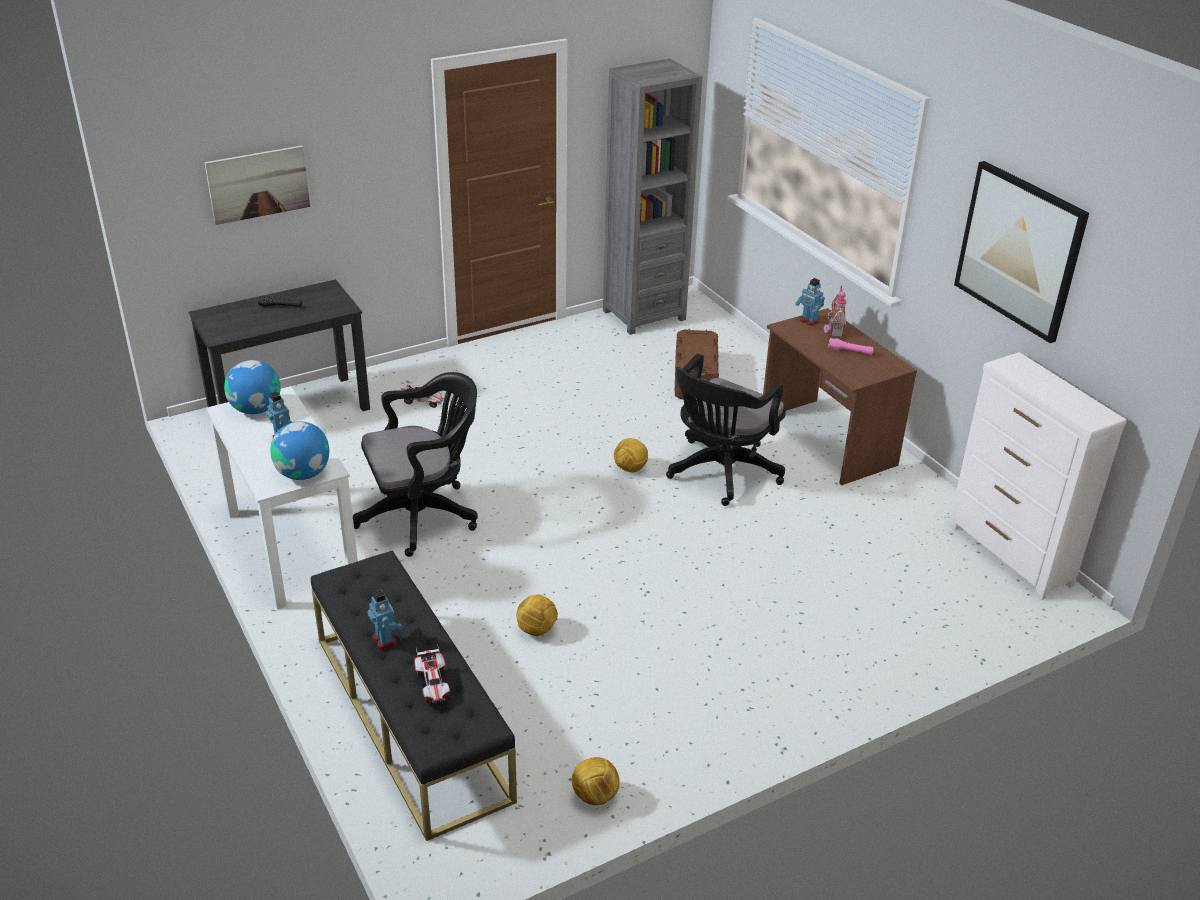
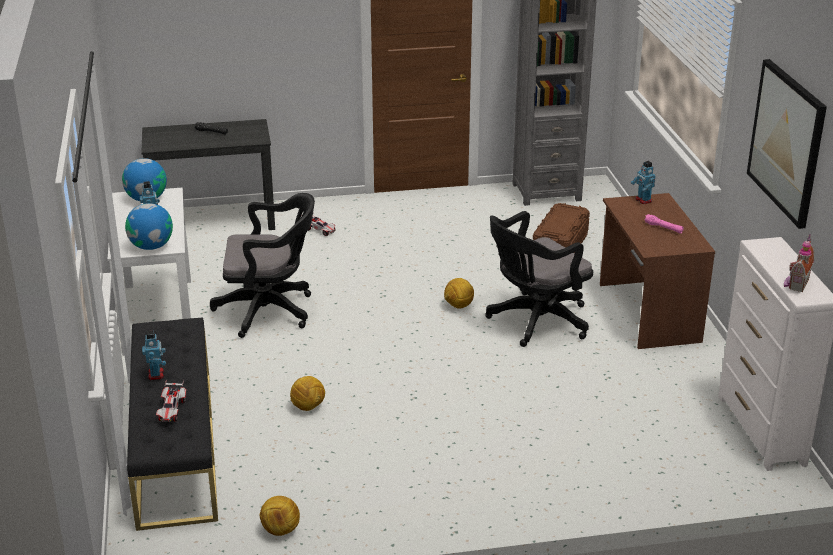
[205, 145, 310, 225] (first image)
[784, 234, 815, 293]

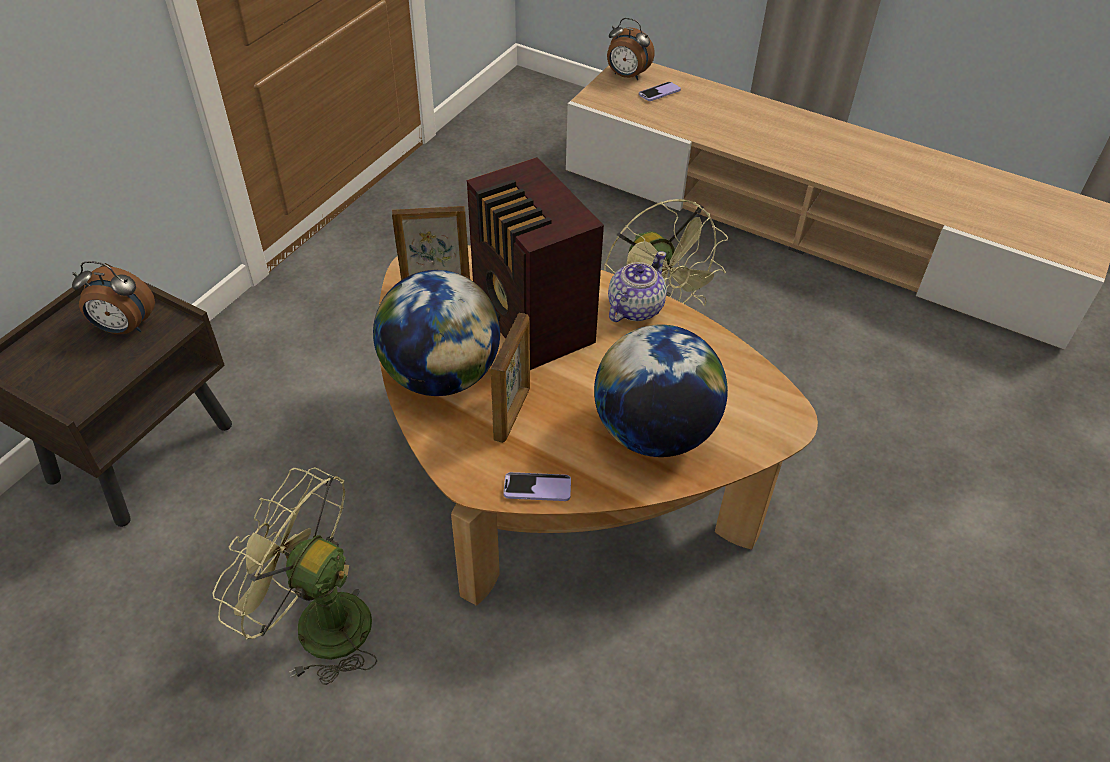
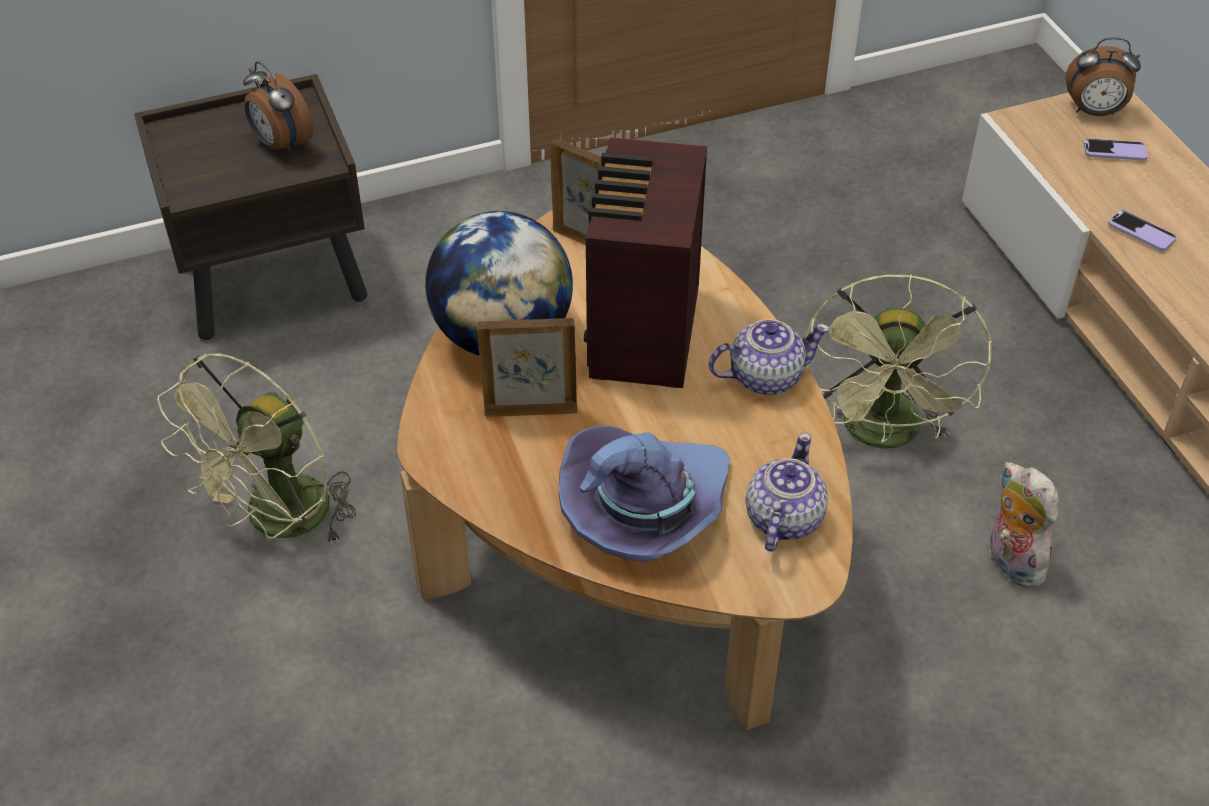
[746, 433, 828, 552]
[990, 462, 1059, 587]
[1108, 210, 1177, 251]
[559, 426, 730, 562]
[157, 354, 356, 545]
[477, 318, 577, 417]
[1065, 37, 1141, 116]

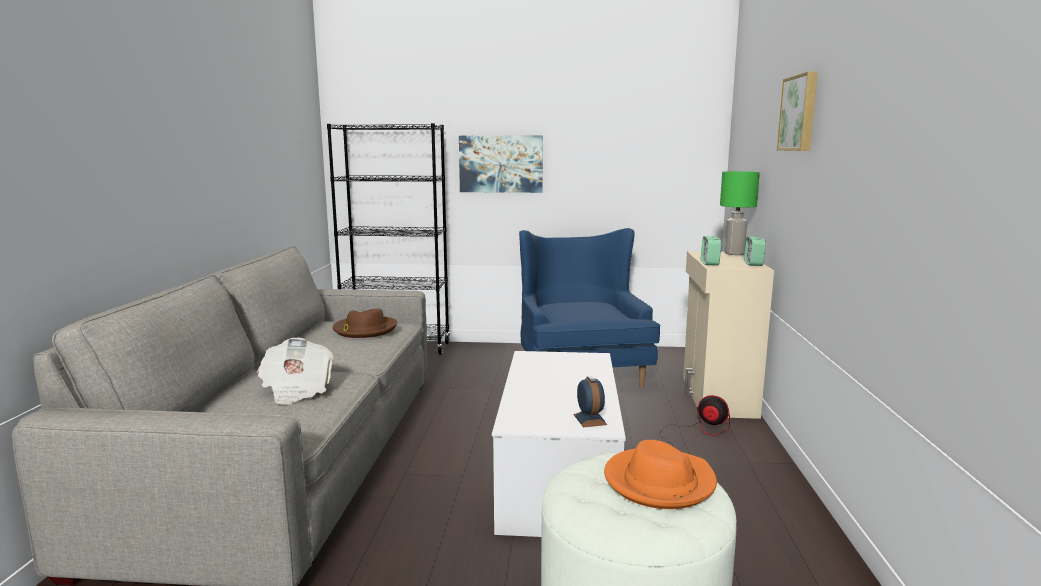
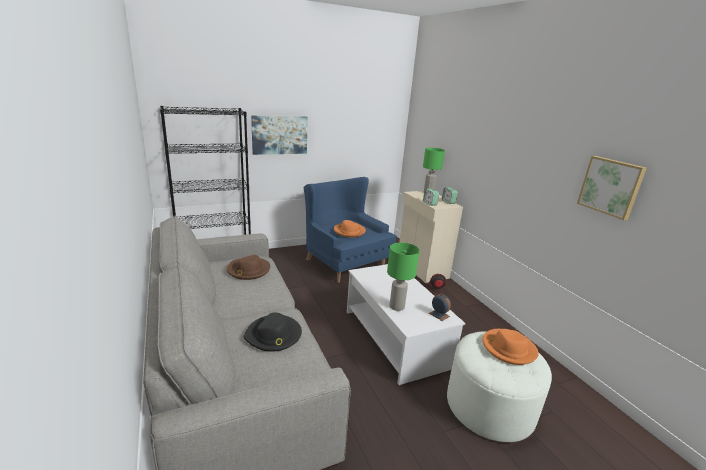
[334, 220, 366, 237]
[387, 243, 420, 311]
[577, 156, 647, 220]
[244, 312, 302, 352]

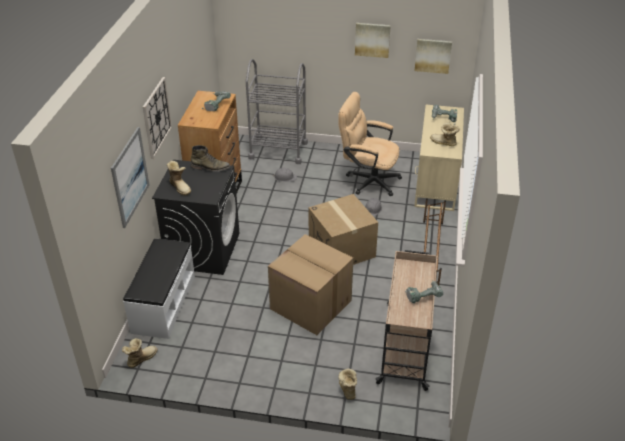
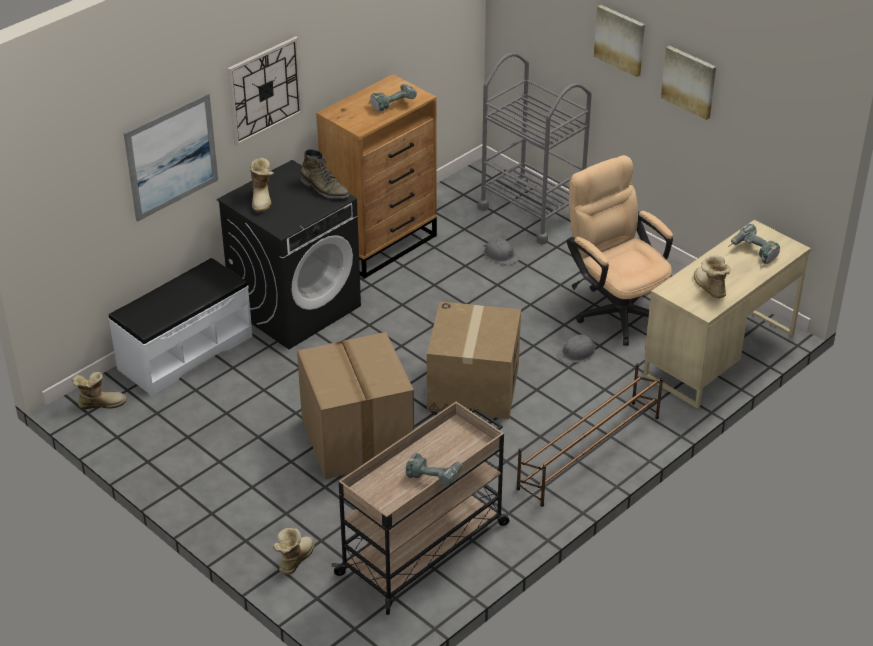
[594, 5, 645, 77]

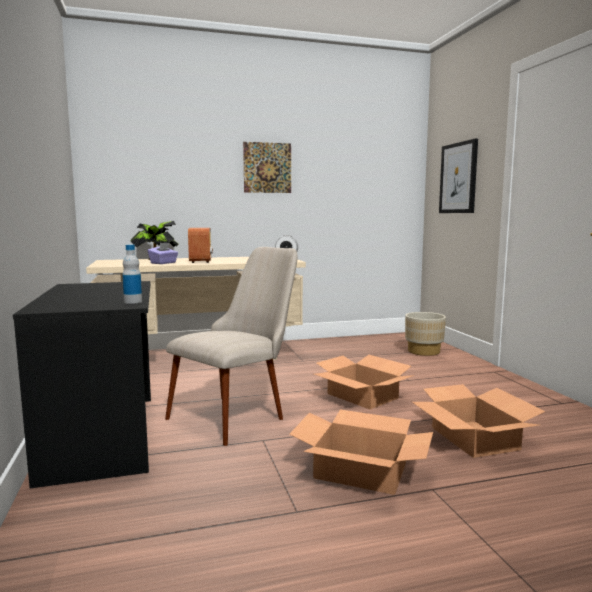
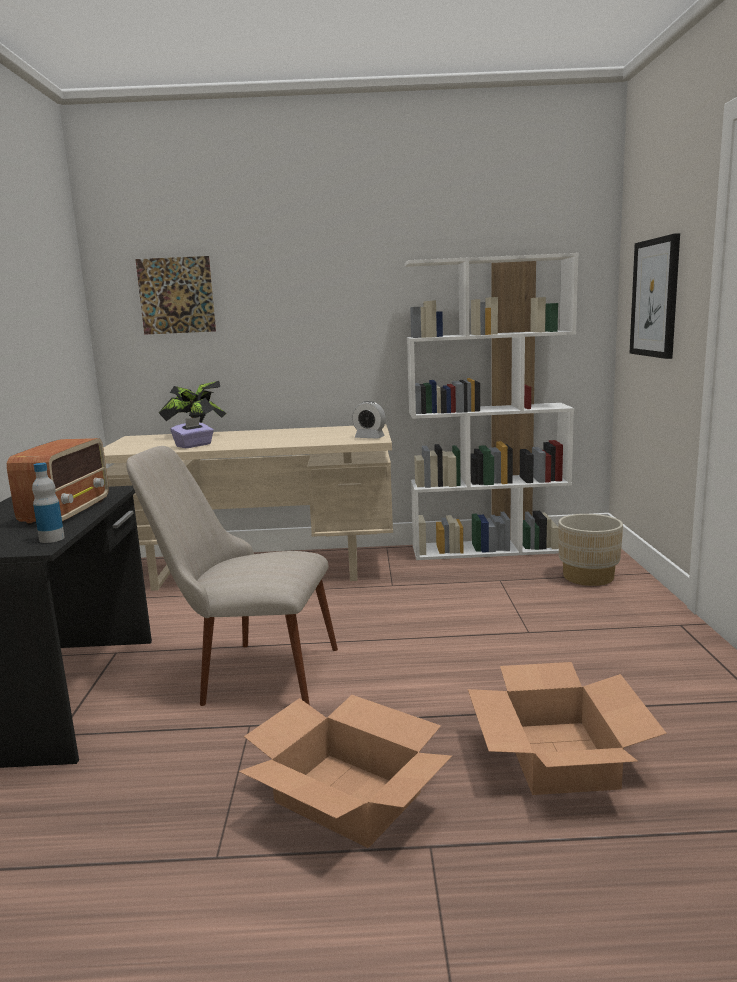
[314, 355, 415, 410] (first image)
[405, 253, 579, 560]
[7, 438, 109, 525]
[135, 256, 216, 335]
[126, 446, 338, 706]

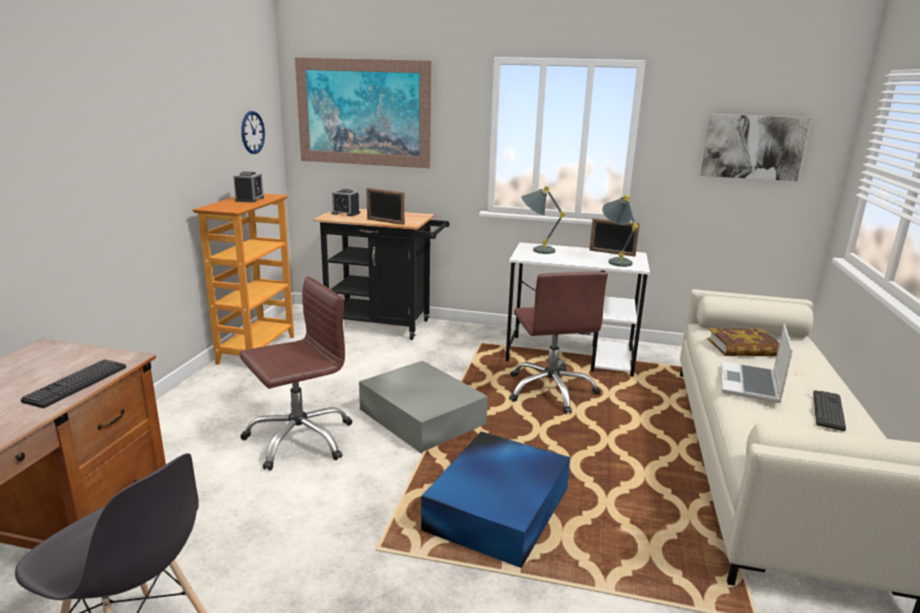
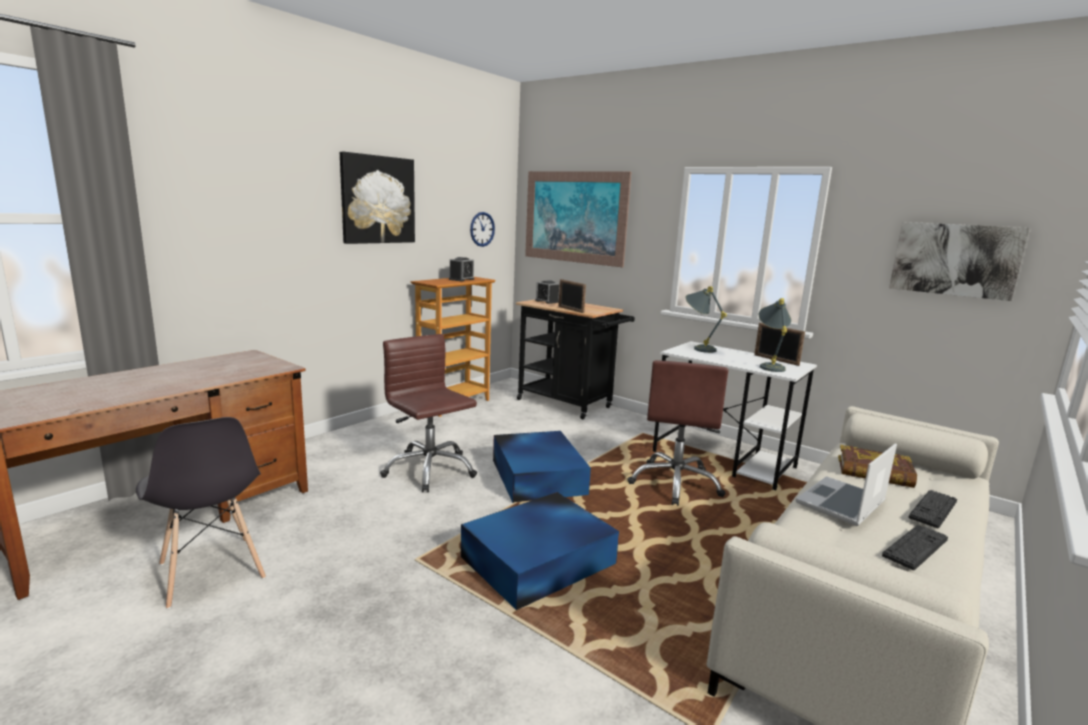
[340, 152, 415, 244]
[908, 490, 957, 528]
[493, 431, 591, 503]
[380, 334, 477, 492]

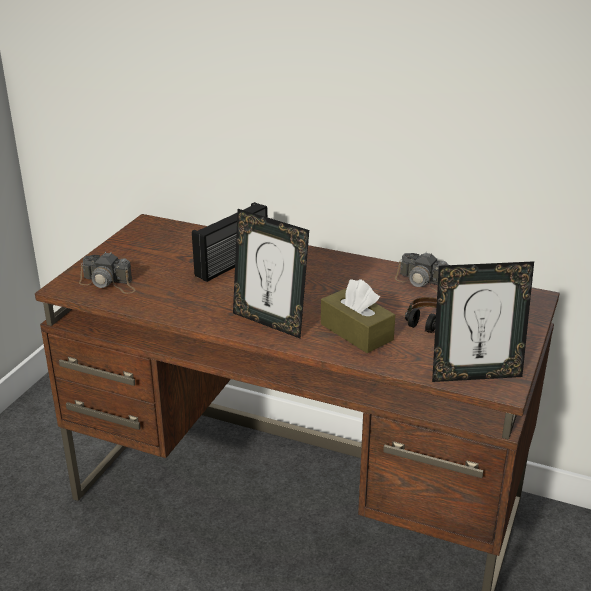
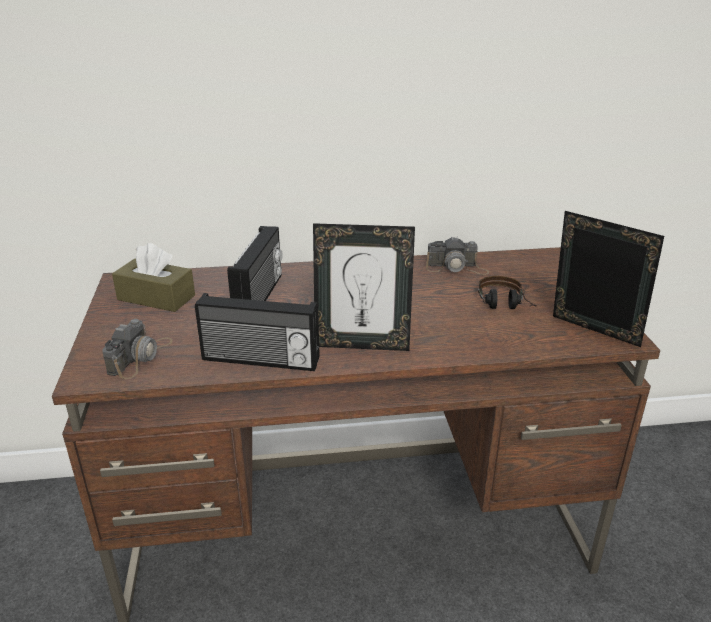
[195, 293, 320, 371]
[112, 243, 195, 312]
[102, 319, 173, 379]
[553, 211, 664, 347]

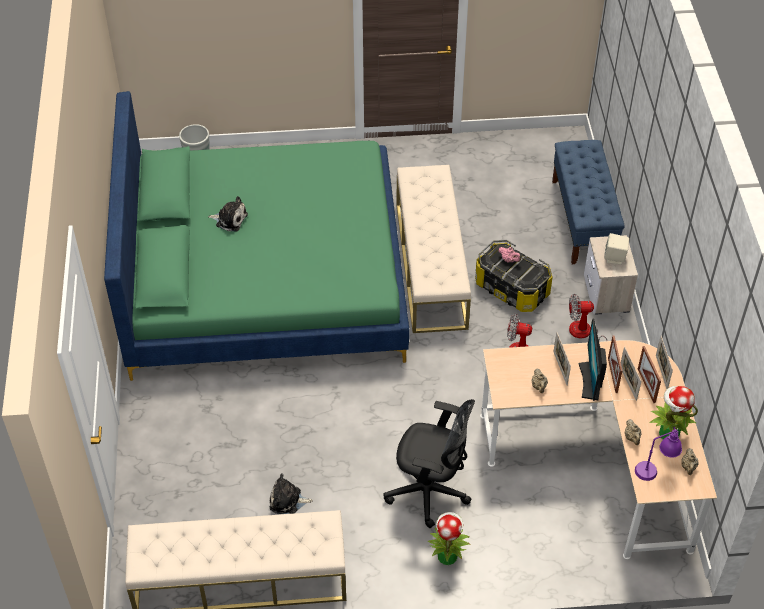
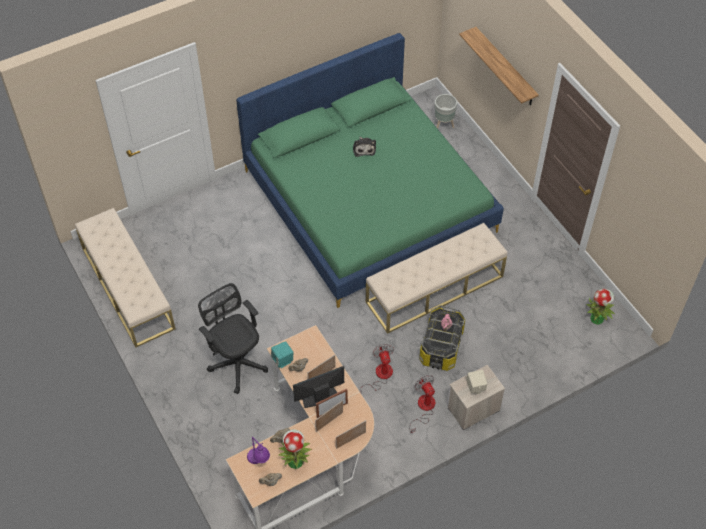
[269, 473, 313, 514] (first image)
[552, 140, 625, 264] (first image)
[638, 346, 661, 403] (first image)
[271, 341, 294, 368]
[459, 27, 539, 105]
[586, 289, 615, 324]
[198, 283, 268, 394]

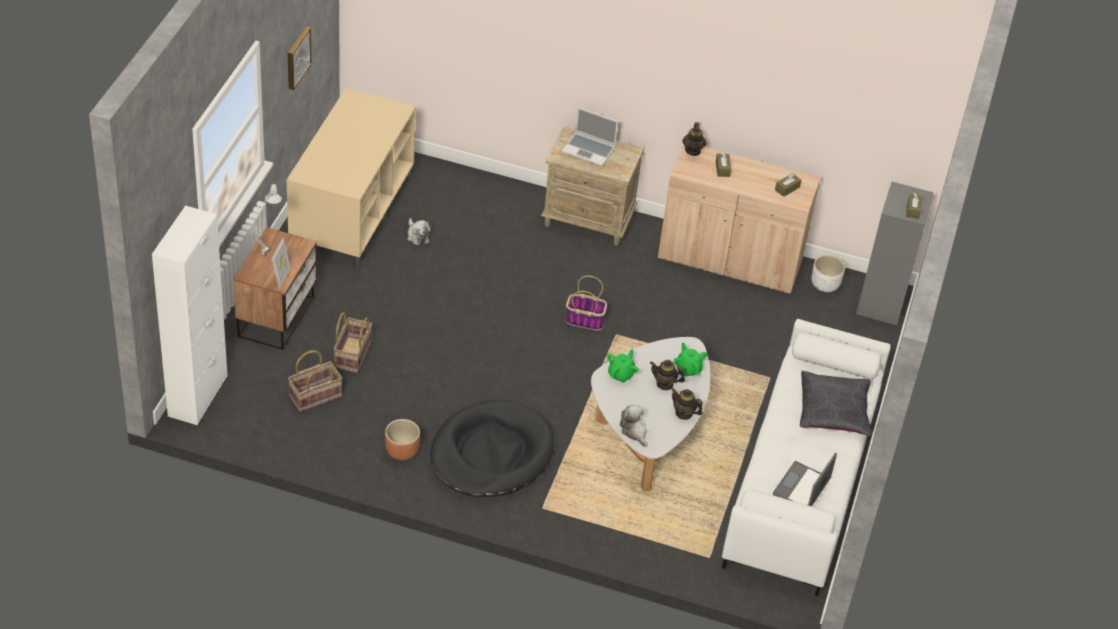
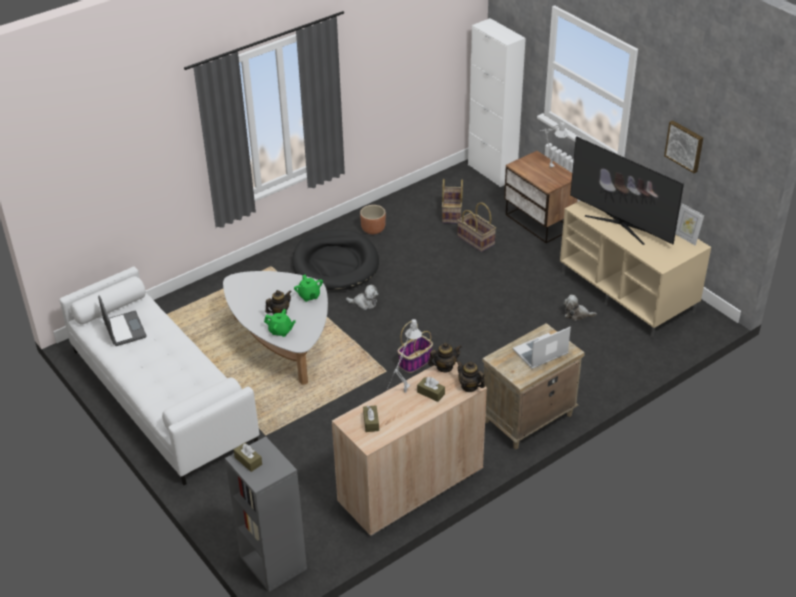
[800, 371, 871, 436] (first image)
[811, 255, 845, 292] (first image)
[387, 319, 422, 392]
[570, 136, 684, 245]
[675, 203, 704, 246]
[346, 285, 378, 310]
[428, 342, 462, 373]

